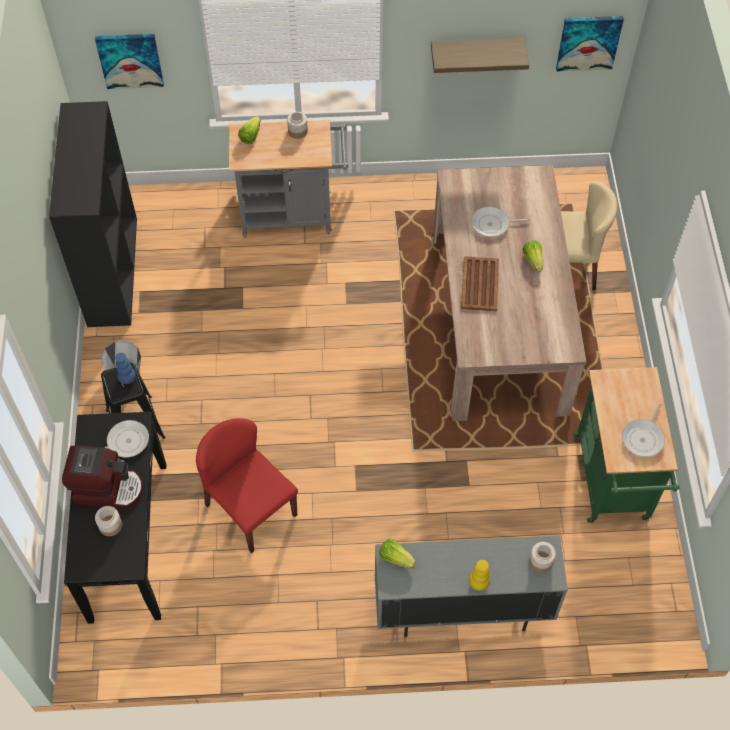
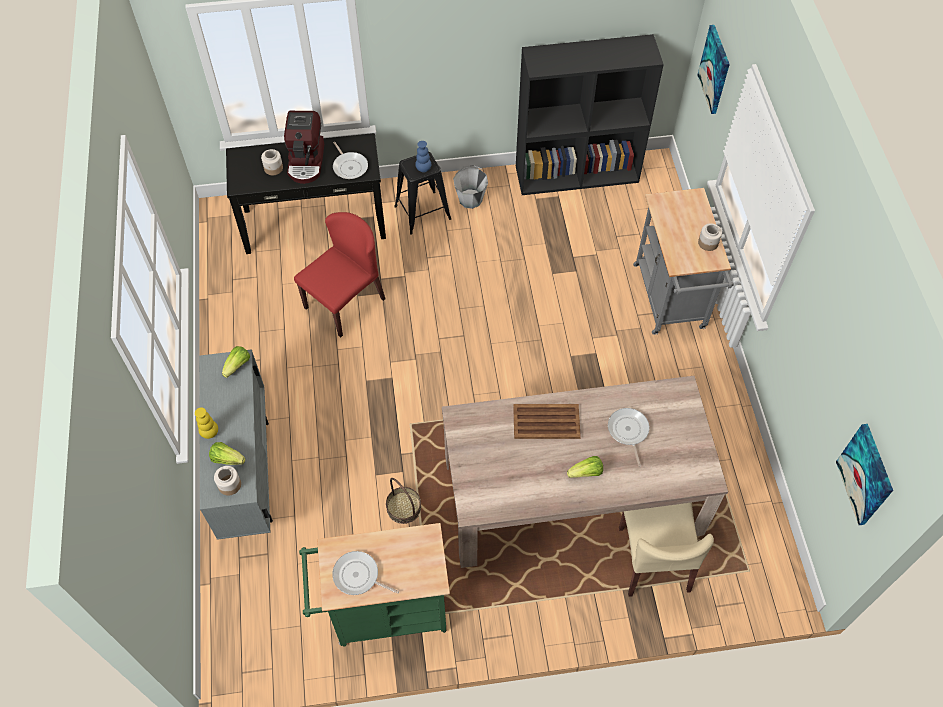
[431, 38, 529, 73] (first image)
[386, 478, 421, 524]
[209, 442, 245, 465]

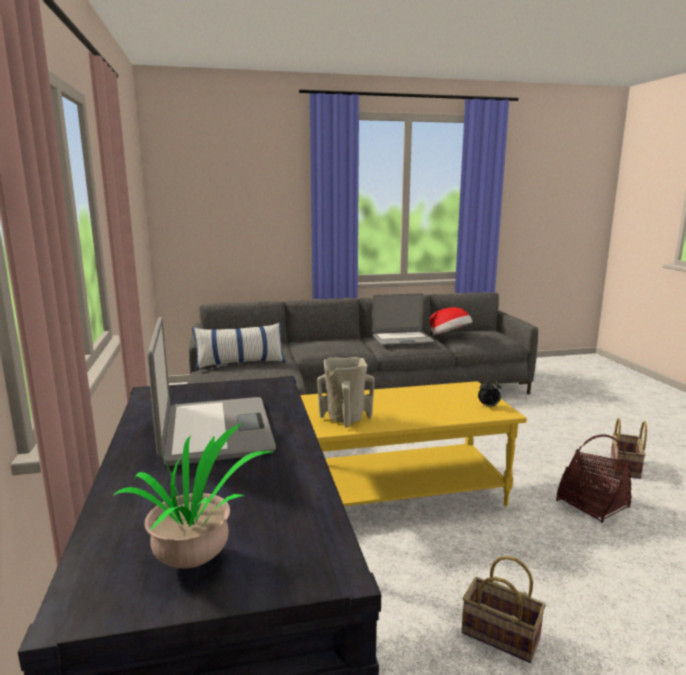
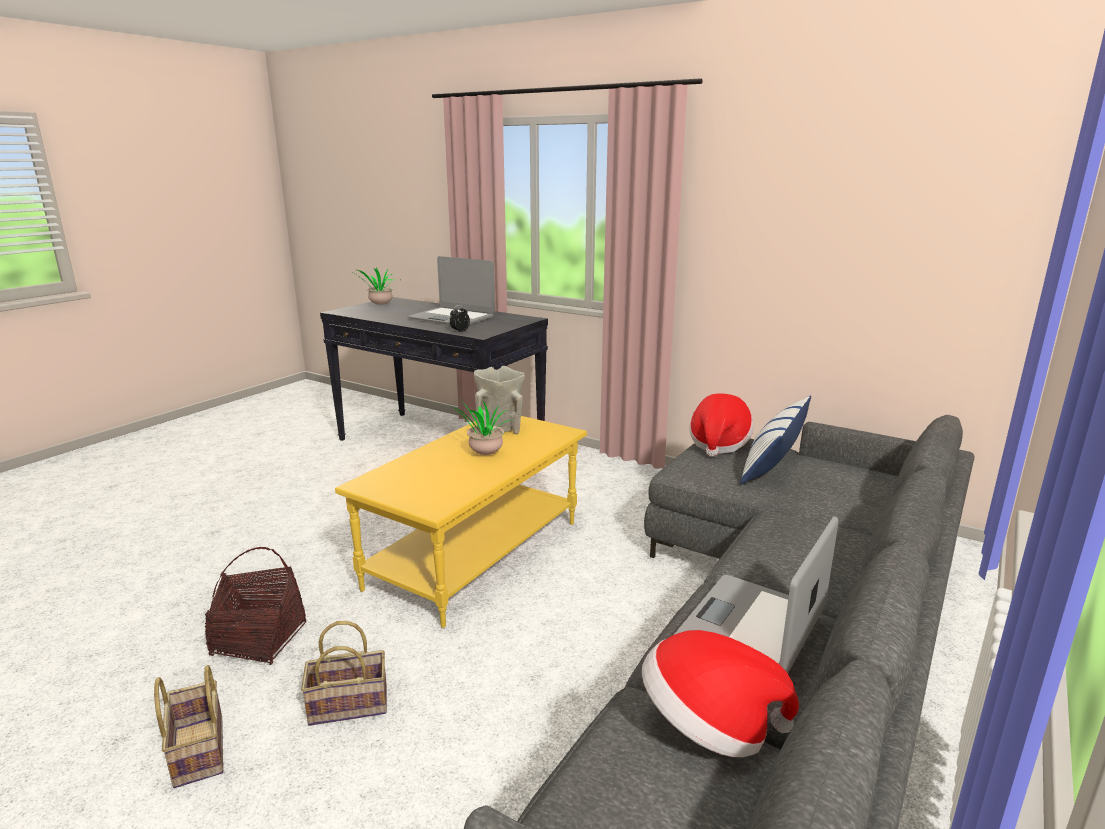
[452, 400, 514, 455]
[690, 394, 754, 457]
[301, 621, 387, 726]
[450, 305, 470, 332]

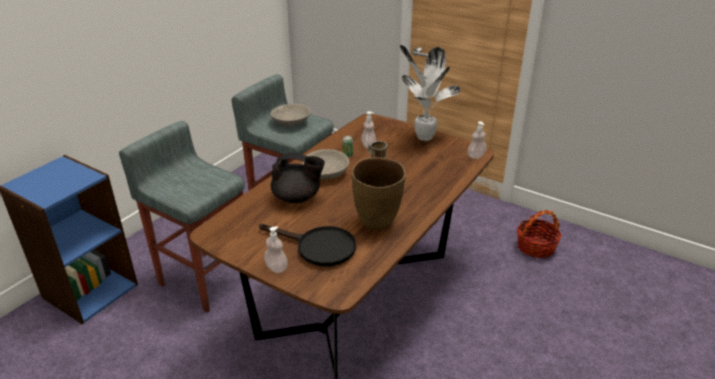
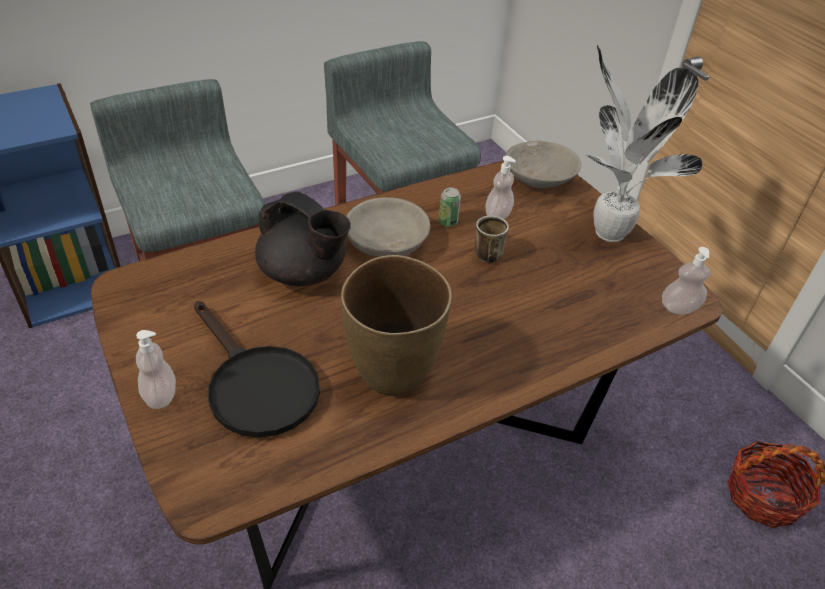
[506, 141, 581, 188]

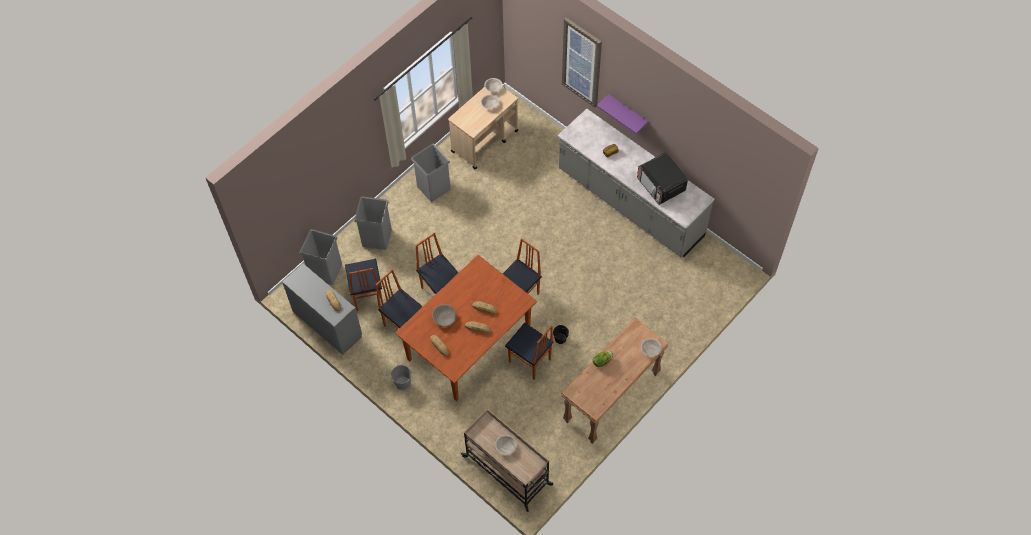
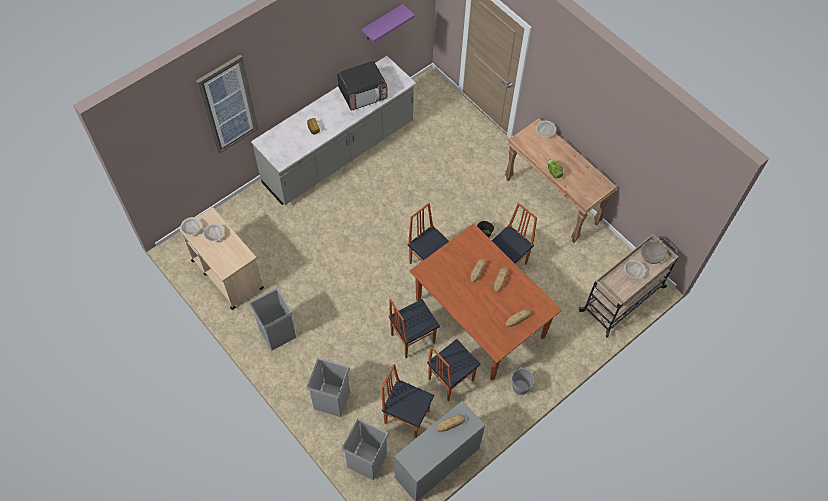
[641, 241, 667, 264]
[361, 4, 415, 43]
[382, 364, 434, 438]

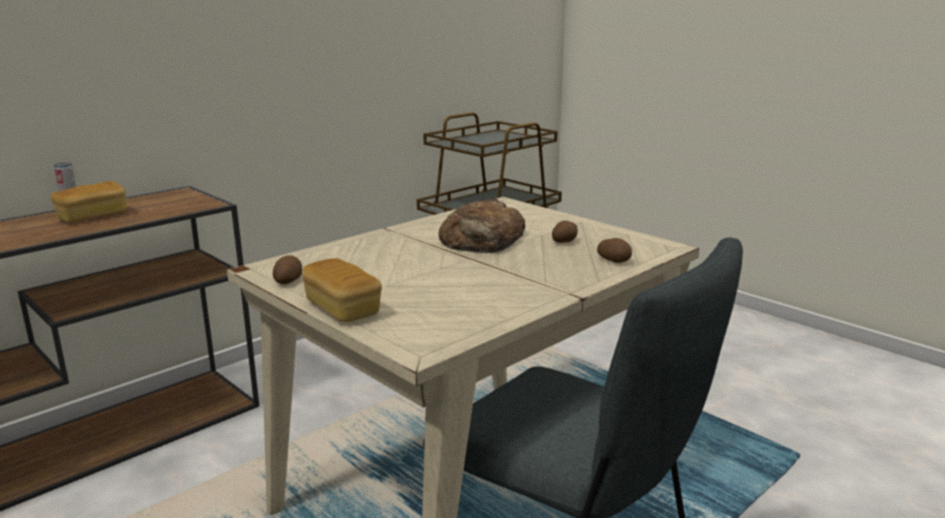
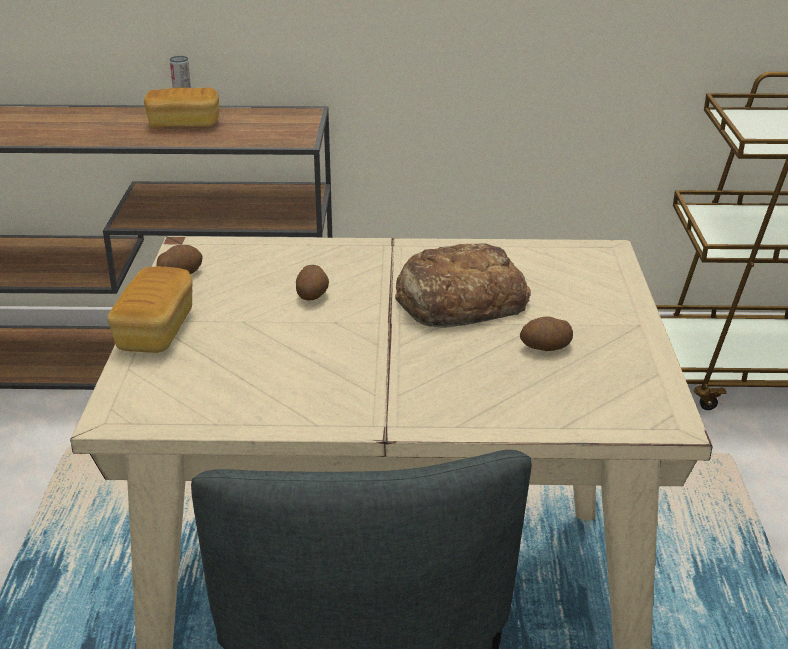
[296, 265, 329, 300]

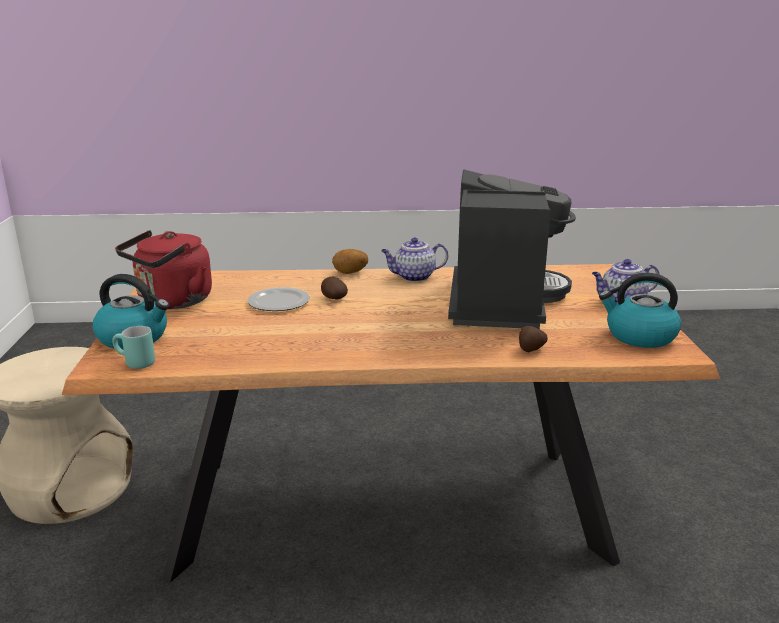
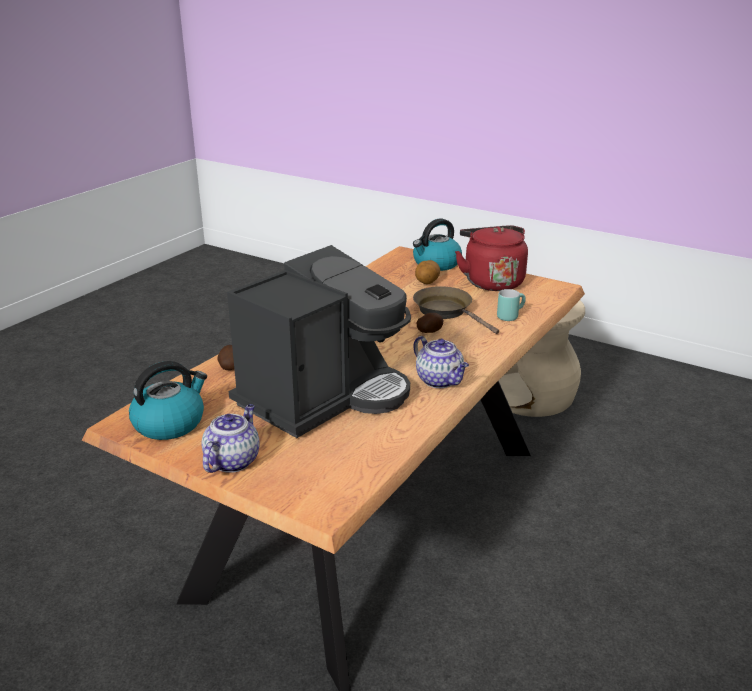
[497, 289, 526, 321]
[415, 260, 440, 284]
[413, 286, 499, 334]
[414, 336, 469, 388]
[227, 245, 411, 438]

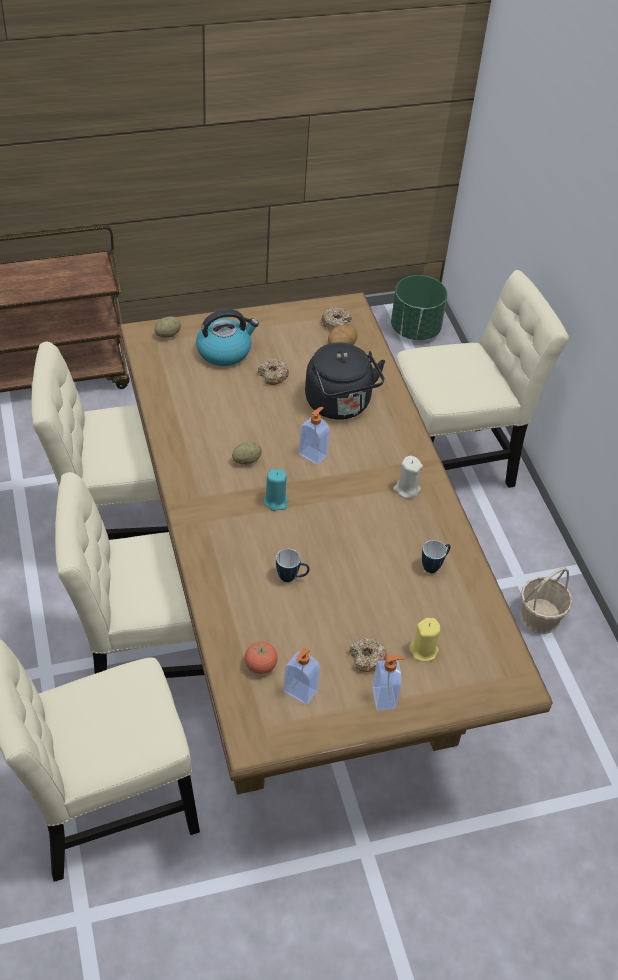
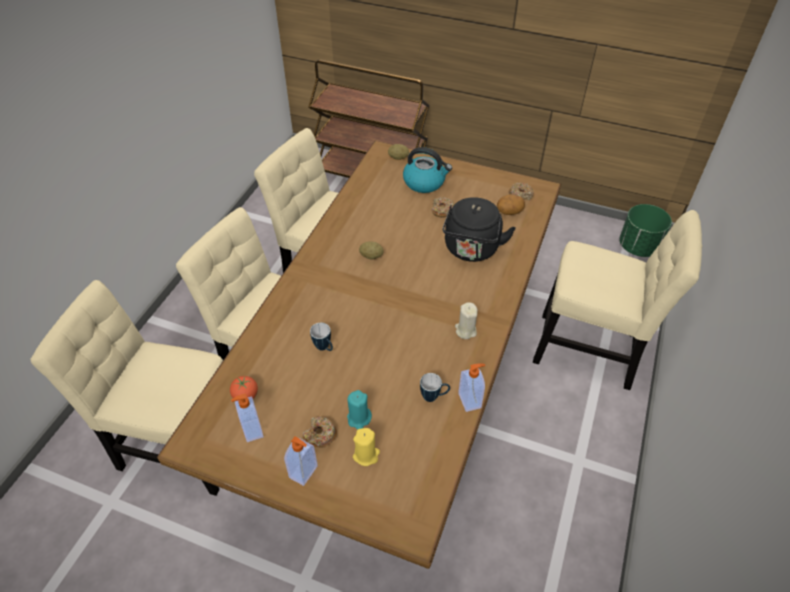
[520, 567, 573, 634] (first image)
[347, 390, 372, 430]
[458, 363, 485, 412]

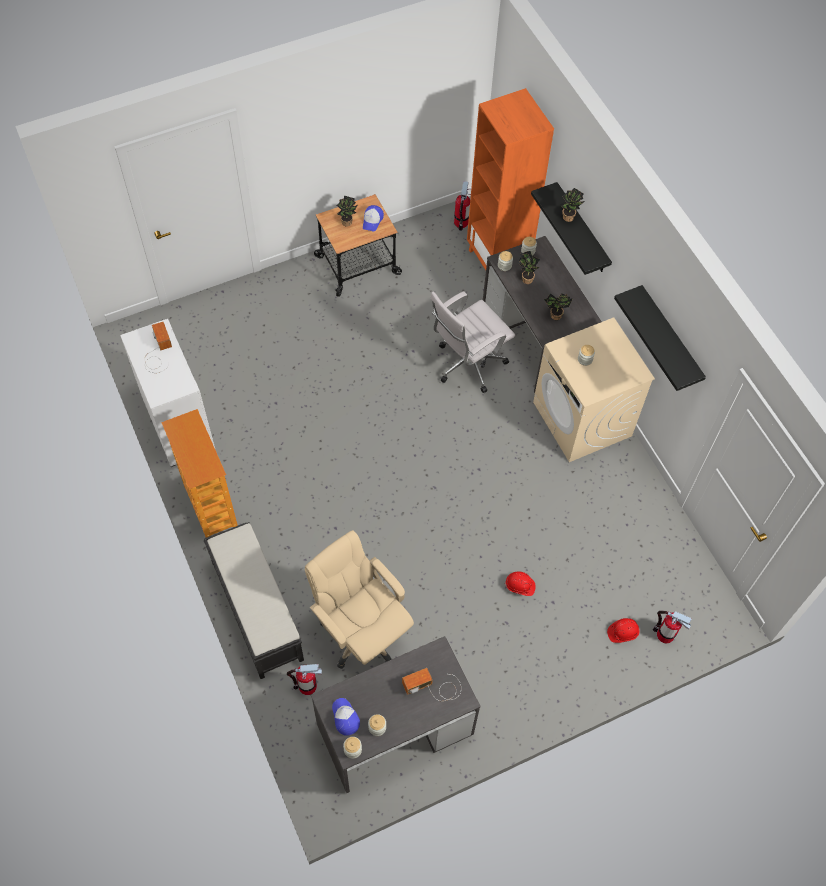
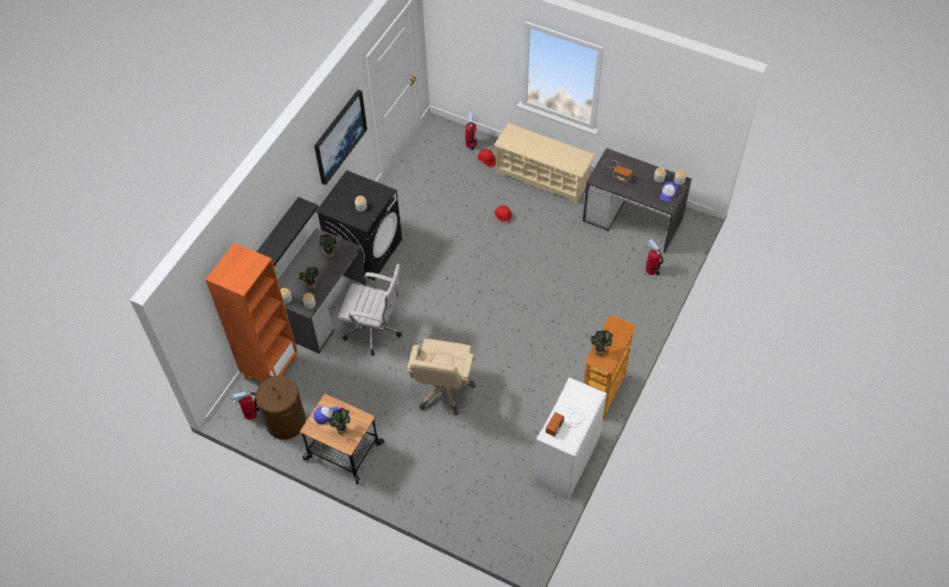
[204, 522, 304, 679] (first image)
[256, 375, 306, 440]
[494, 123, 596, 204]
[407, 339, 476, 415]
[591, 329, 614, 356]
[314, 90, 367, 185]
[316, 170, 402, 280]

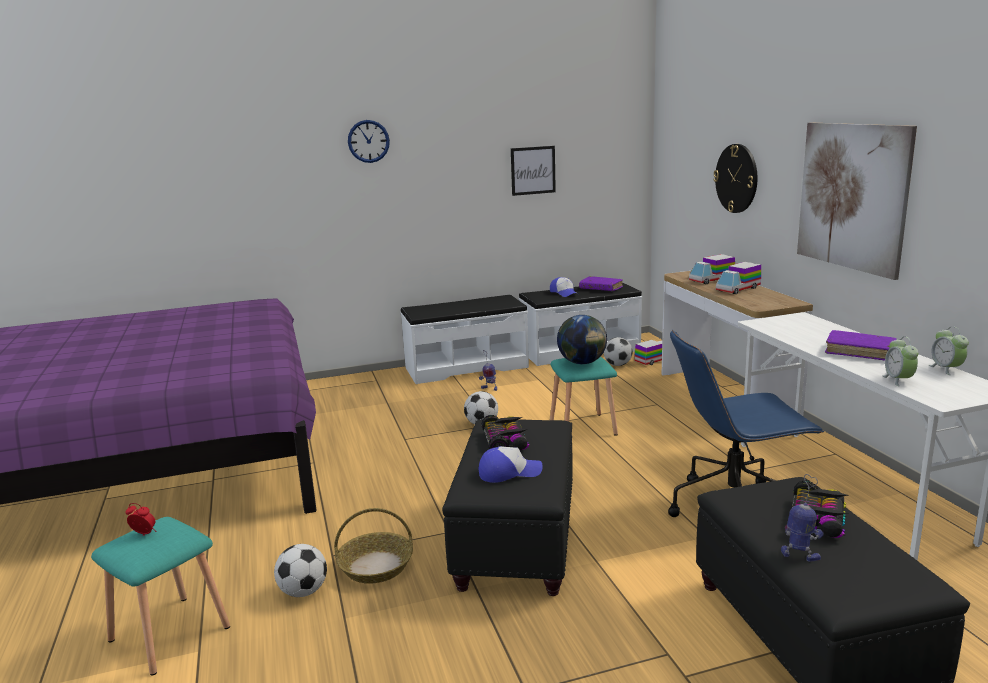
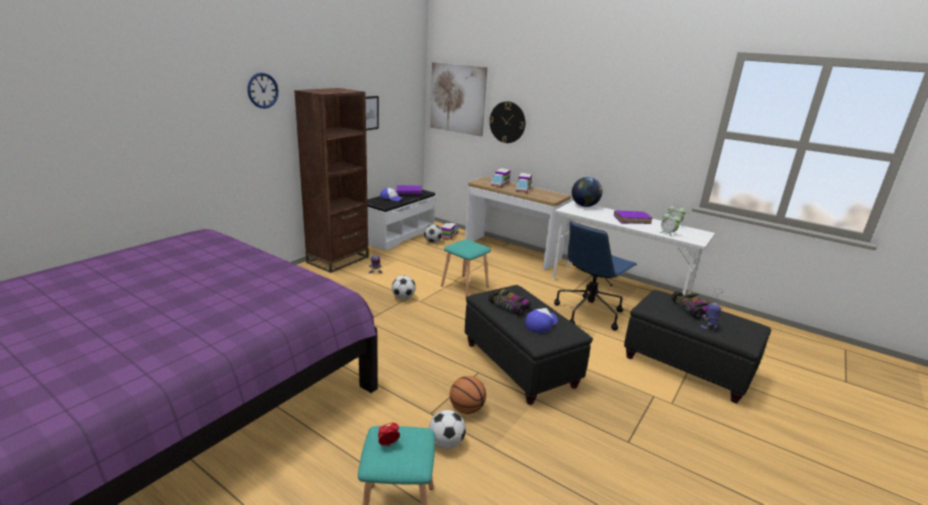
[572, 177, 602, 207]
[430, 62, 487, 137]
[450, 376, 486, 414]
[294, 88, 369, 273]

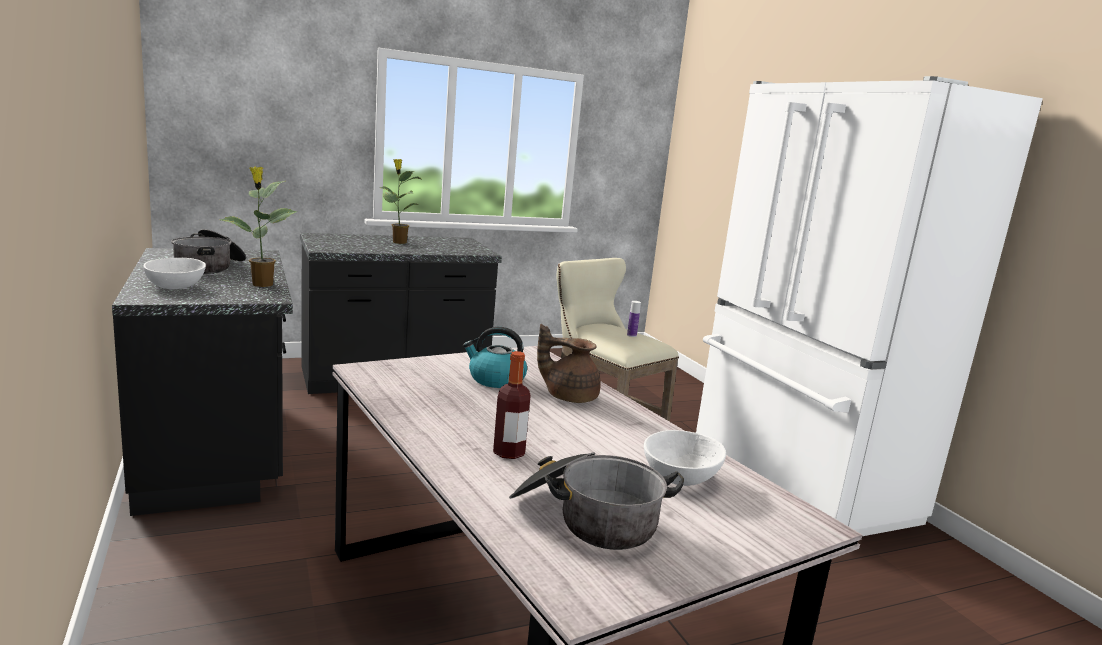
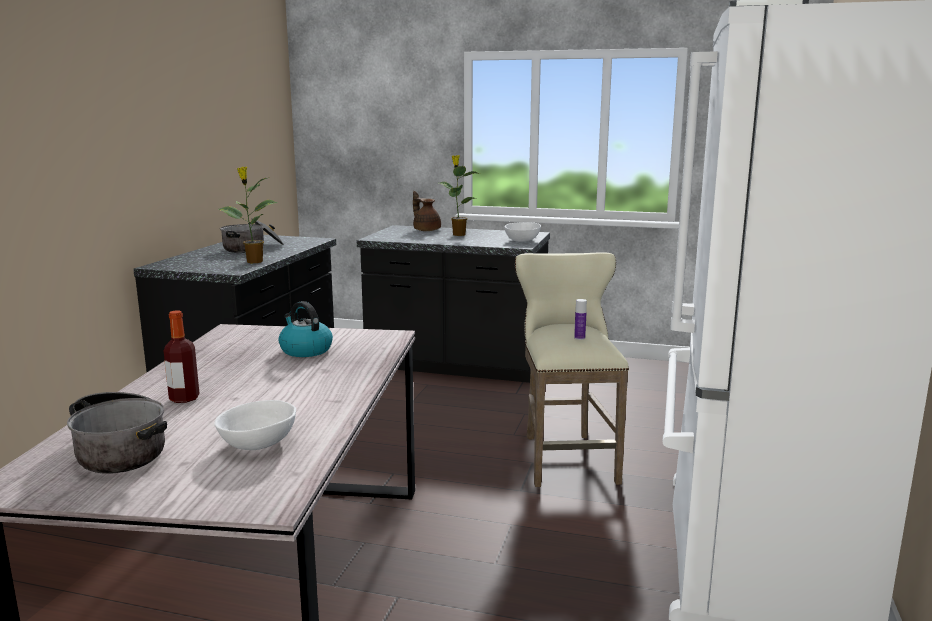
[504, 222, 541, 242]
[413, 191, 441, 231]

